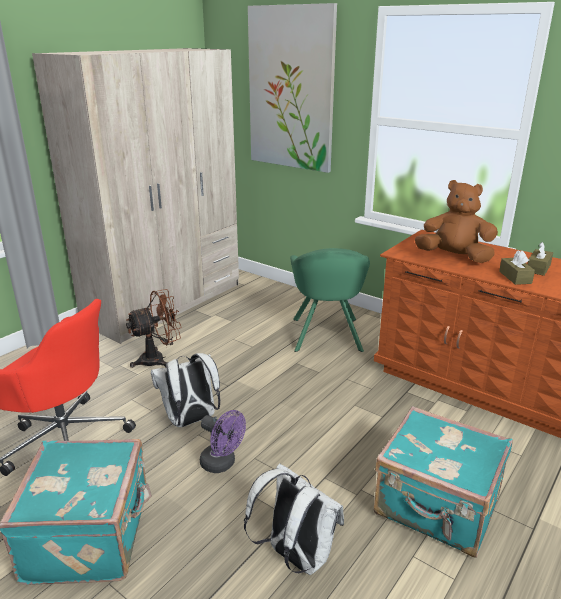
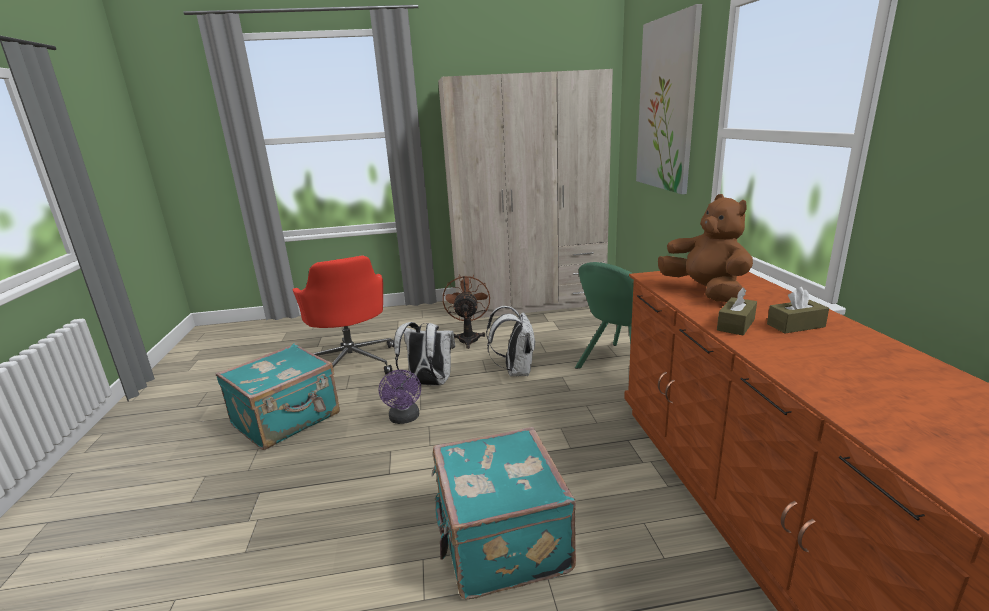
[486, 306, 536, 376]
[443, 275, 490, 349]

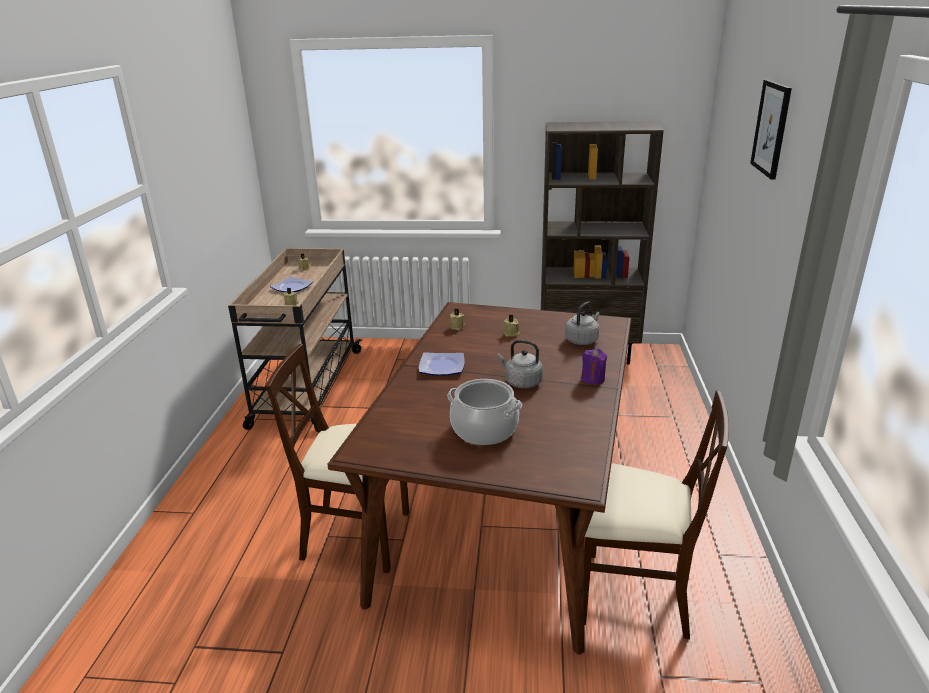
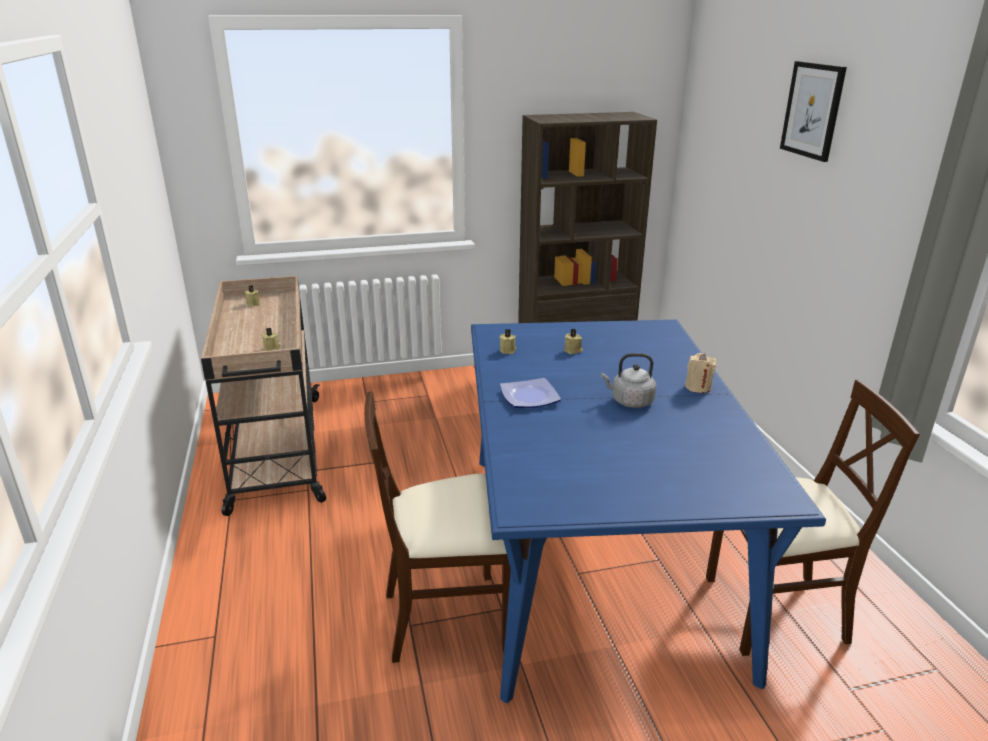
[270, 277, 313, 292] (first image)
[447, 379, 522, 445] (first image)
[565, 302, 600, 345] (first image)
[471, 320, 826, 703]
[685, 353, 716, 393]

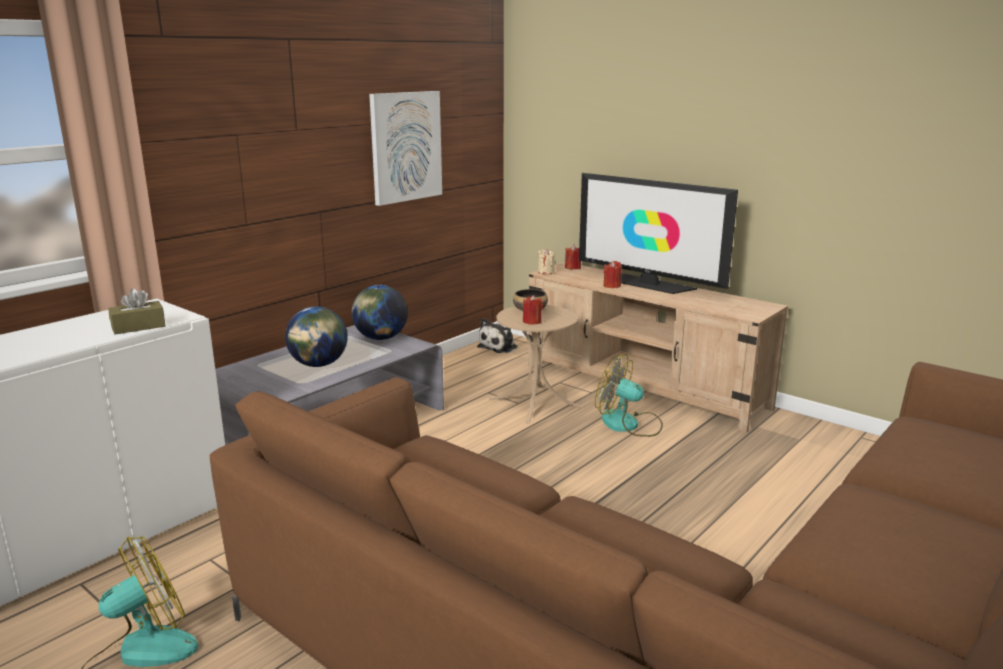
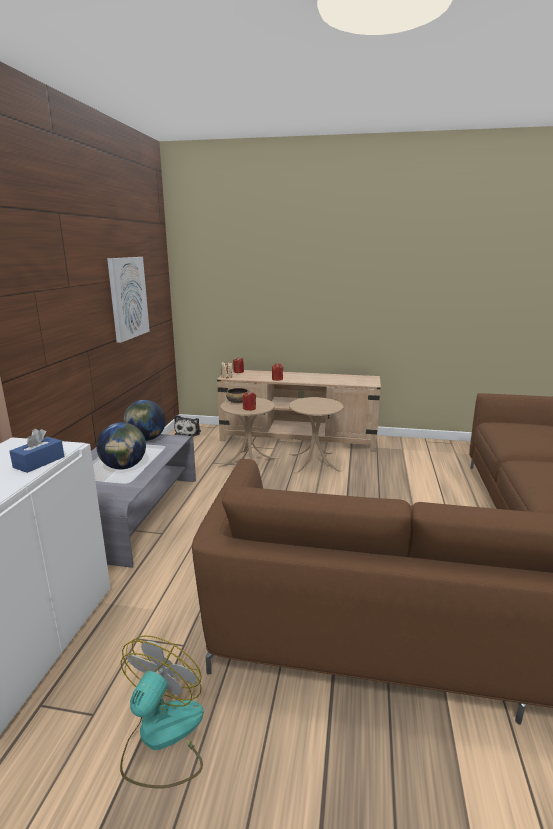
[579, 173, 738, 294] (first image)
[289, 397, 343, 473]
[9, 429, 64, 473]

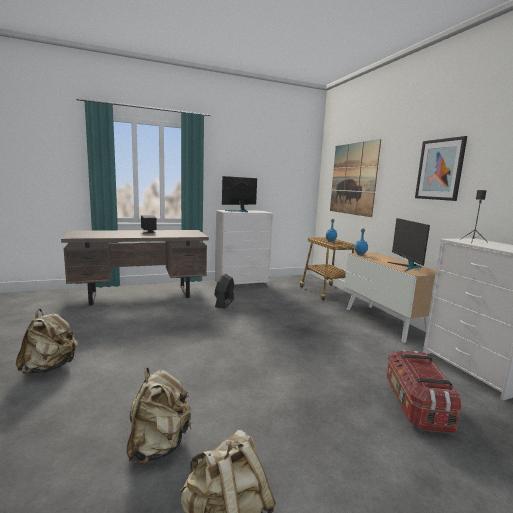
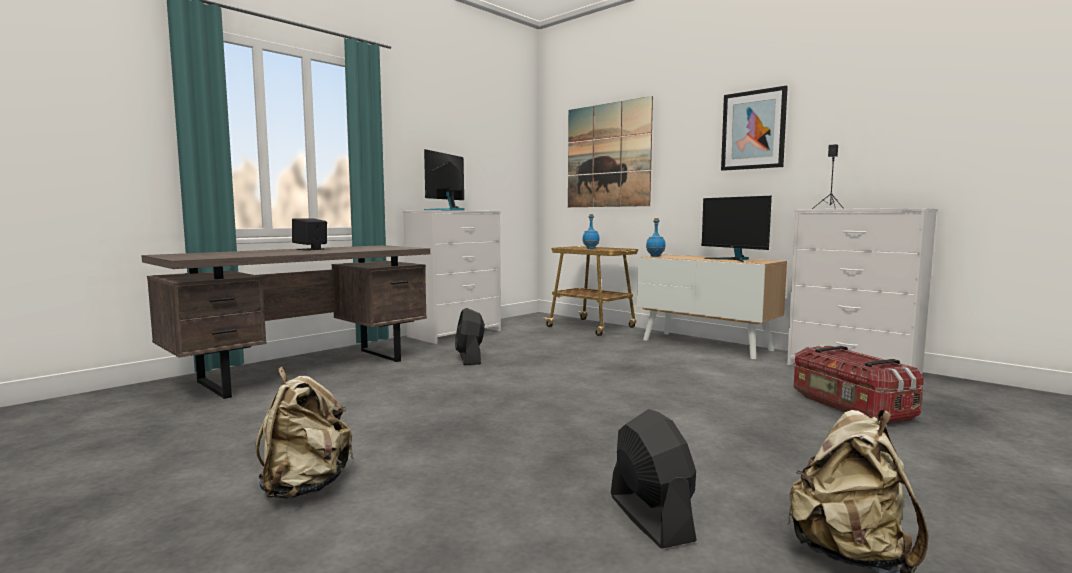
[611, 409, 697, 548]

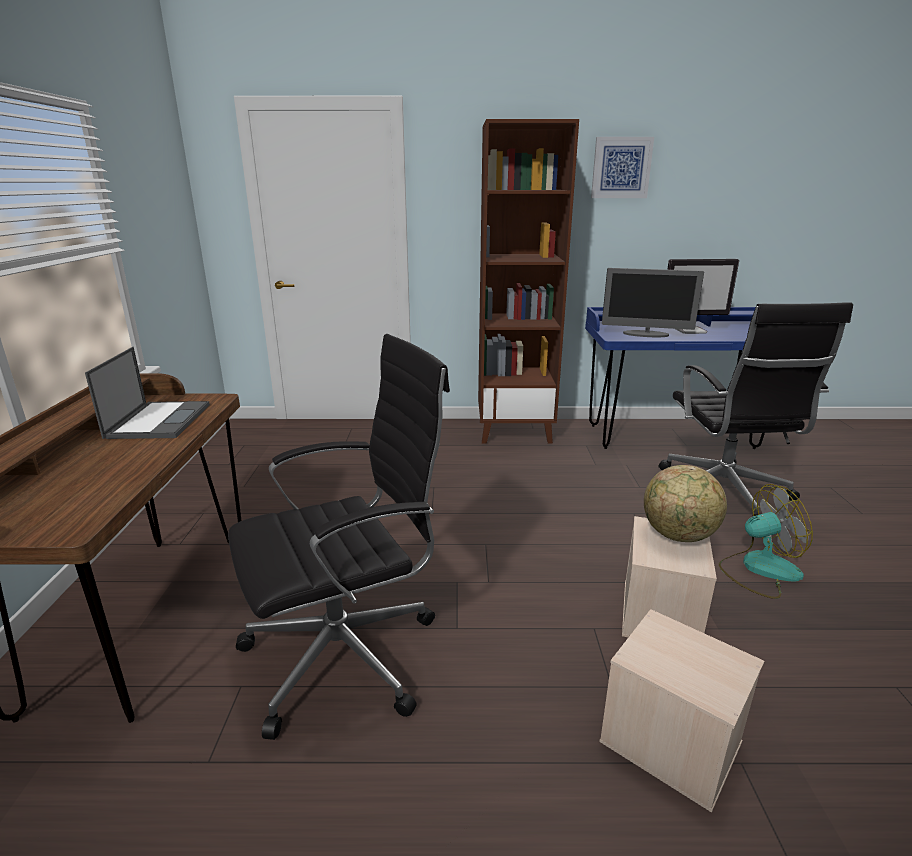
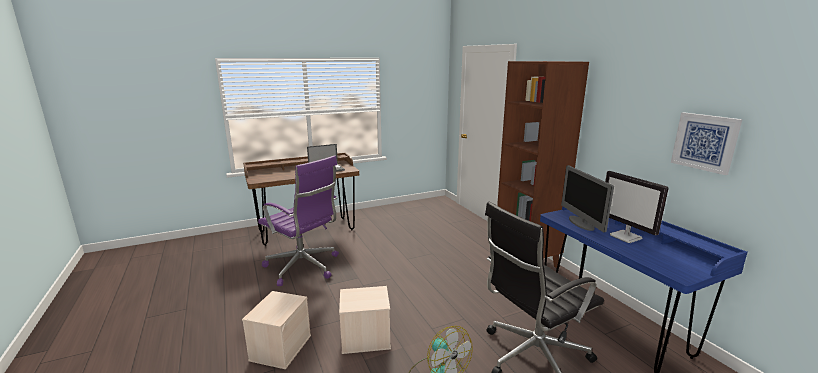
[644, 465, 727, 542] (first image)
[671, 112, 743, 175]
[258, 156, 339, 286]

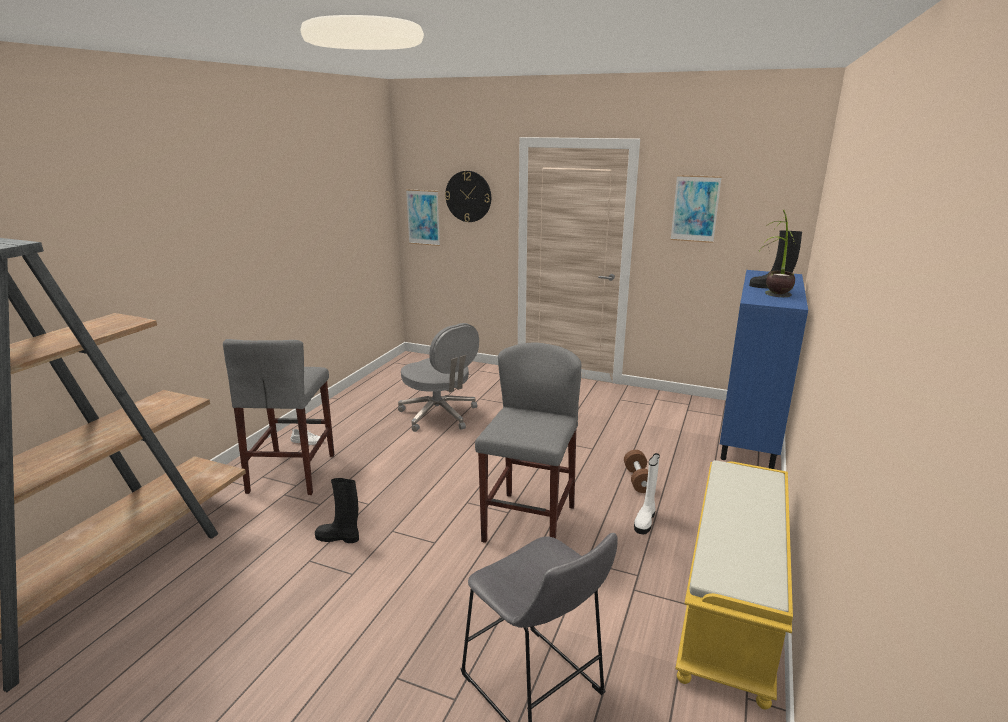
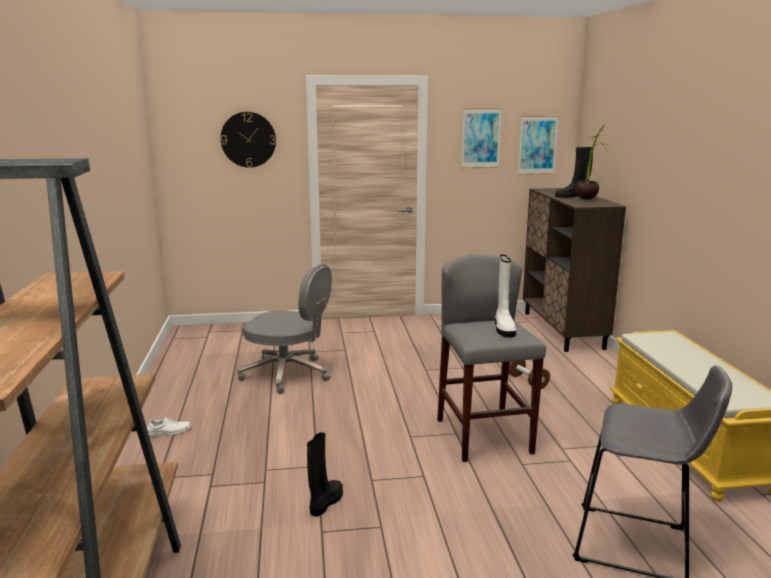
[223, 339, 334, 495] (first image)
[518, 116, 558, 175]
[495, 255, 516, 338]
[523, 188, 626, 352]
[307, 432, 343, 517]

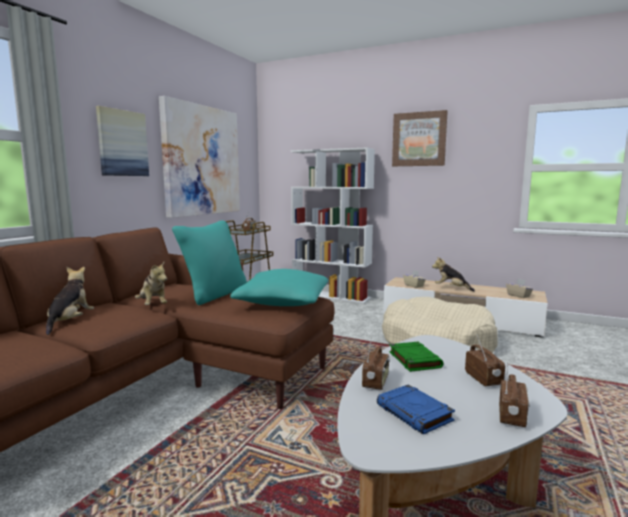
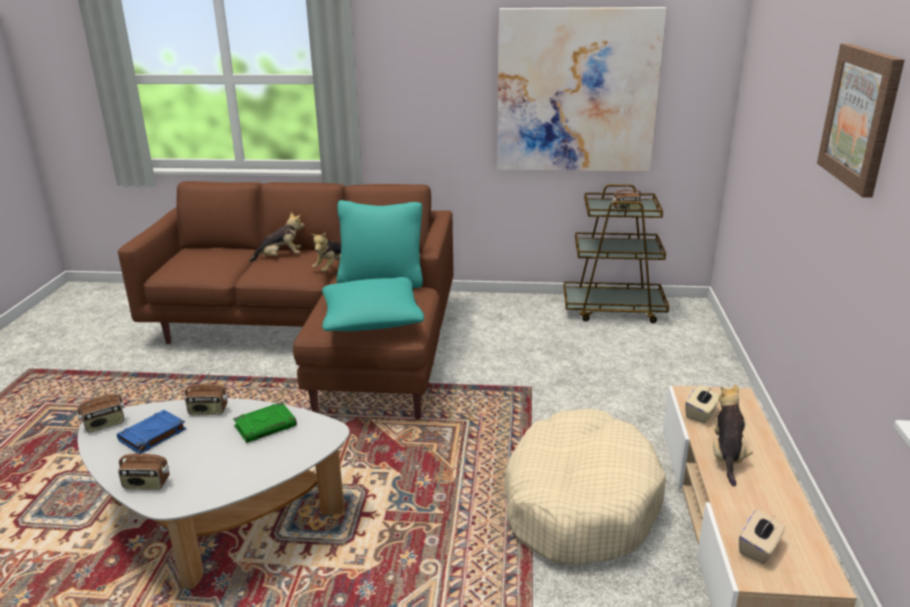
[96, 106, 149, 176] (first image)
[291, 148, 375, 304] (first image)
[77, 383, 125, 433]

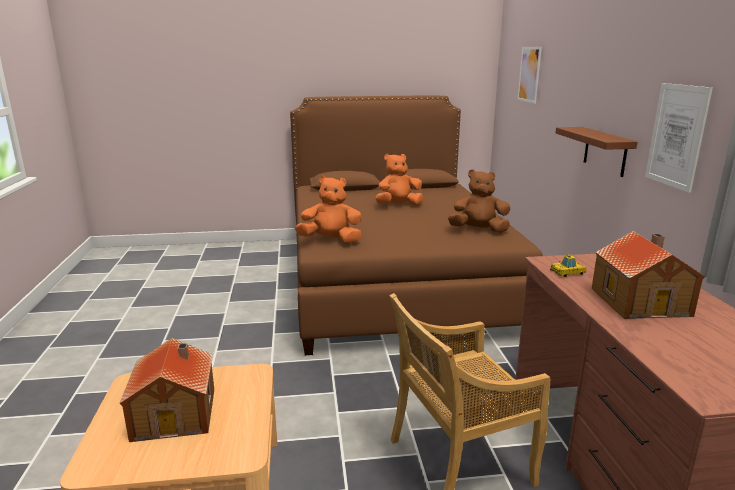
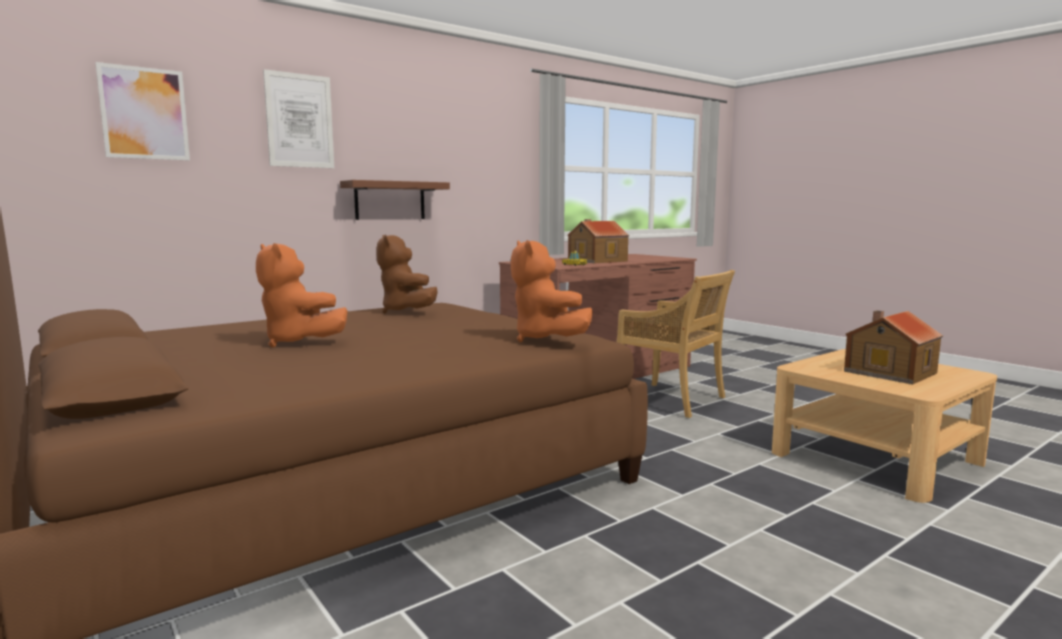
[263, 69, 334, 168]

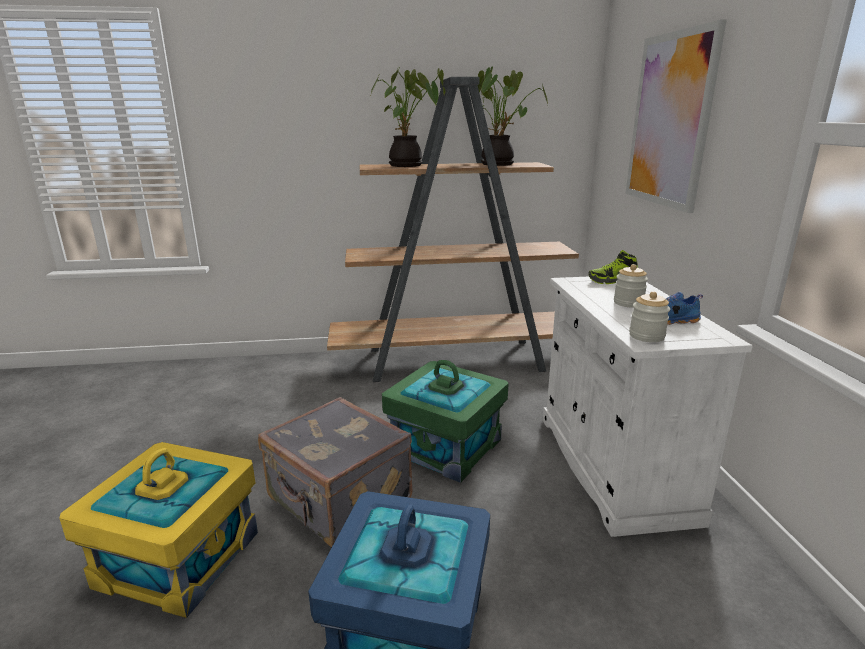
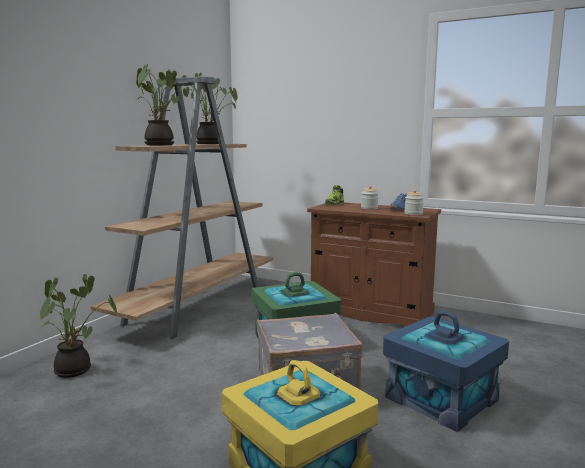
[626, 19, 727, 213] (first image)
[40, 274, 117, 378]
[307, 203, 441, 326]

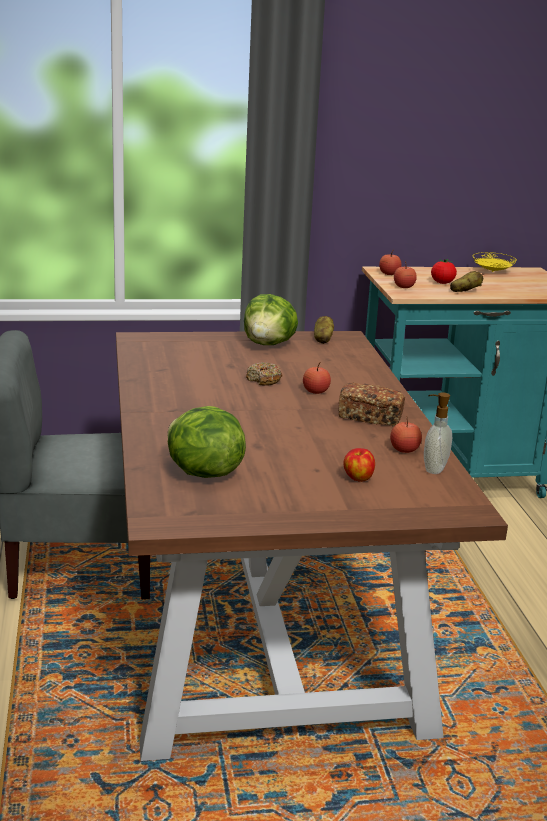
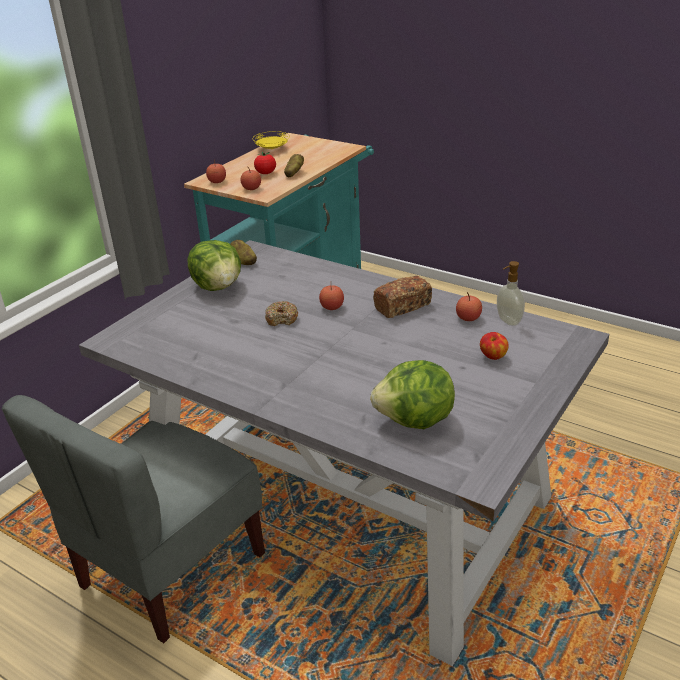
[79, 240, 609, 666]

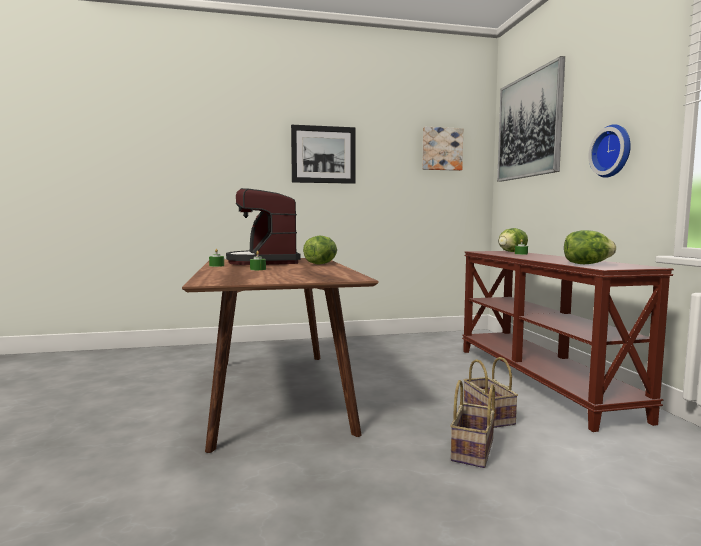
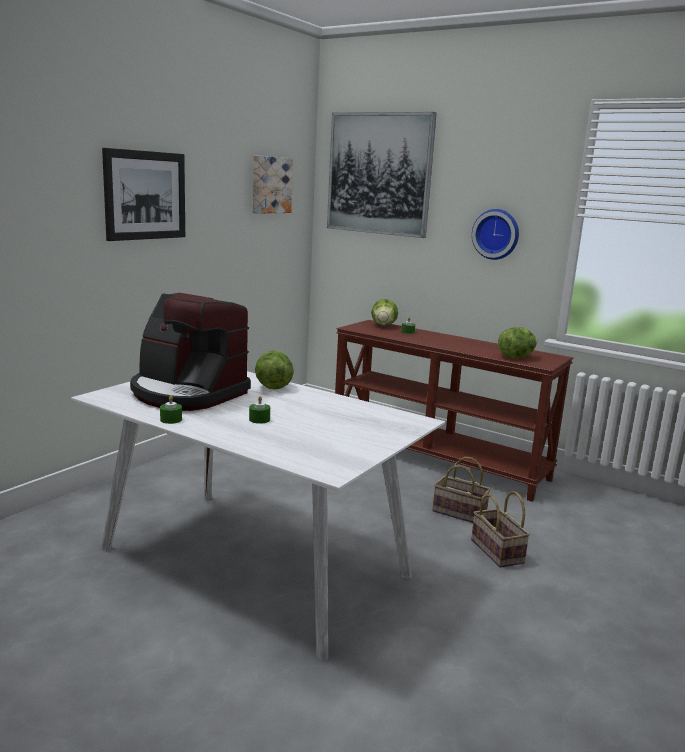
[71, 371, 445, 661]

